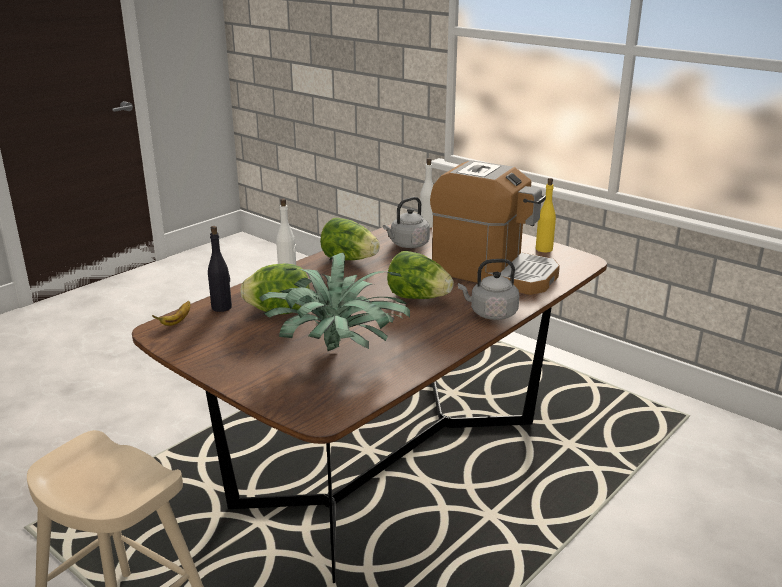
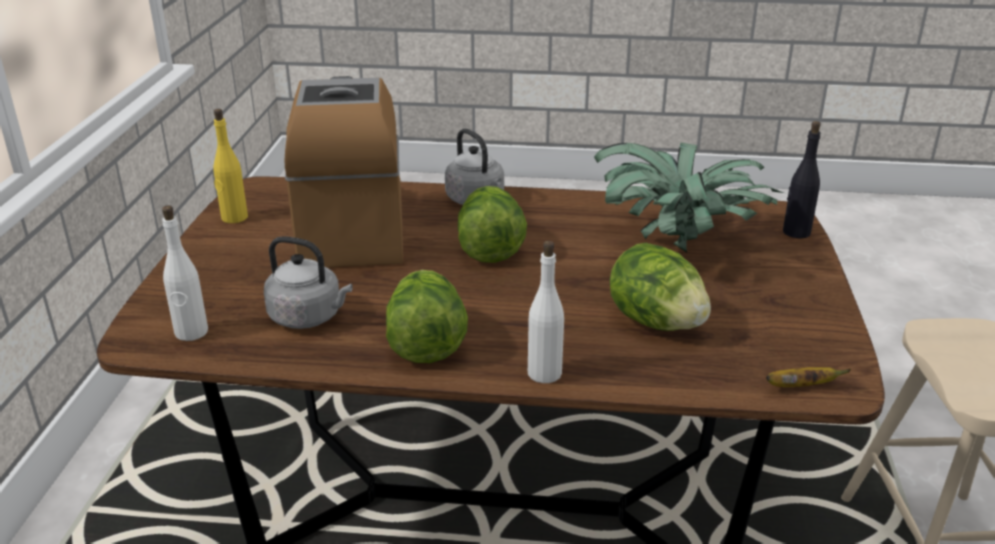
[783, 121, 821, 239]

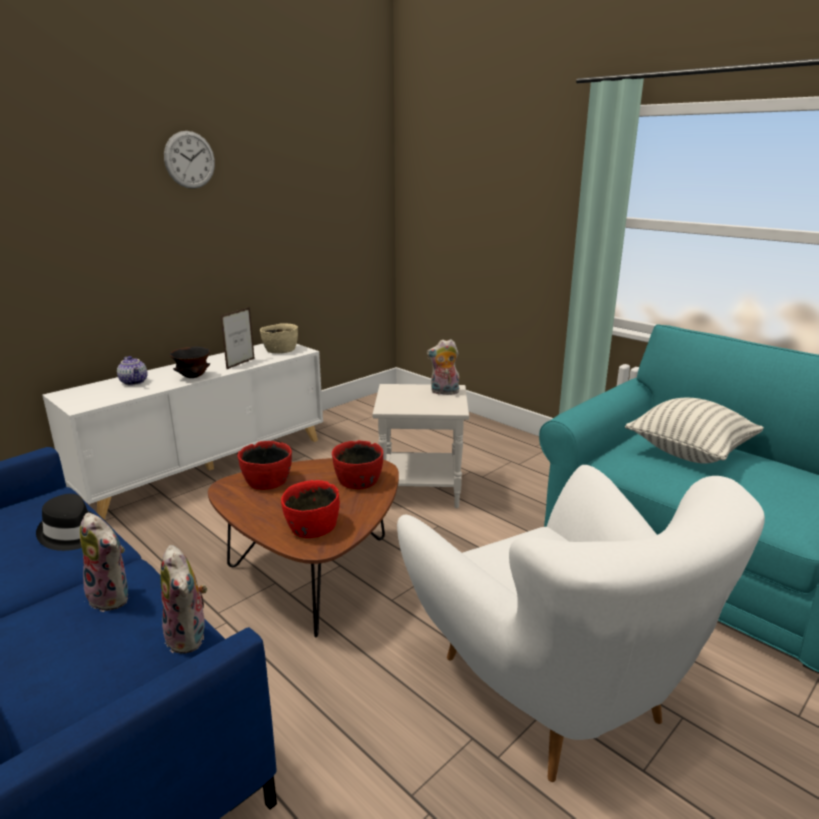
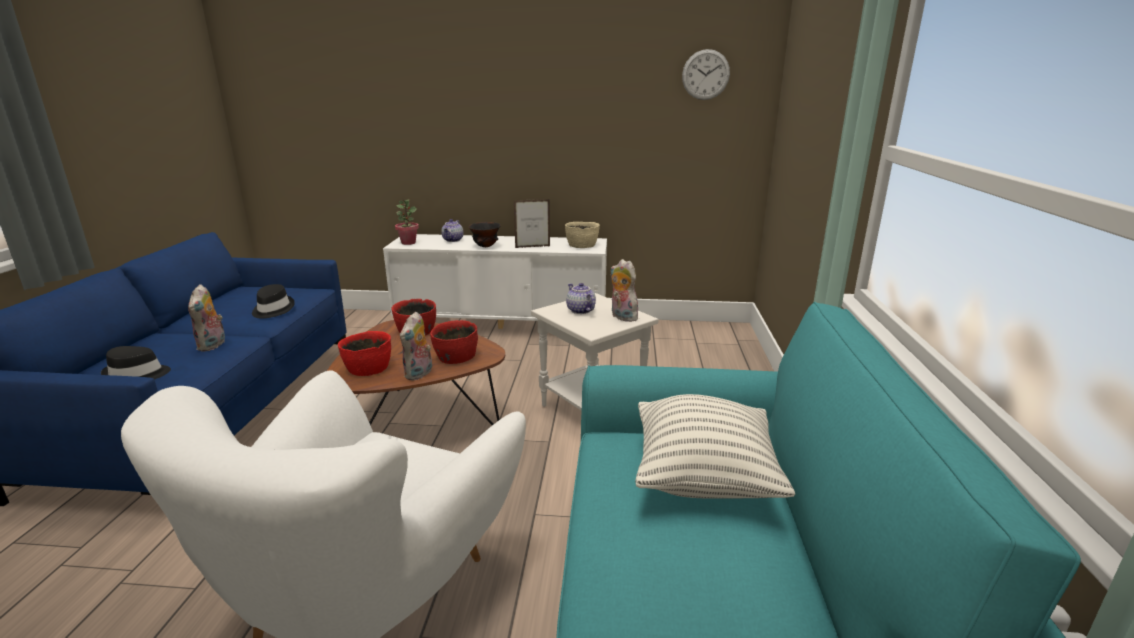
[101, 346, 171, 380]
[395, 199, 419, 245]
[566, 283, 596, 314]
[400, 312, 432, 381]
[682, 49, 730, 100]

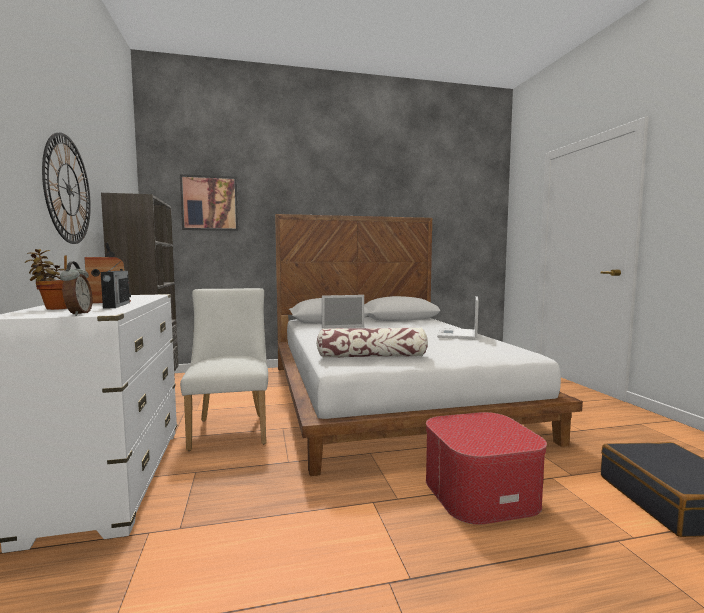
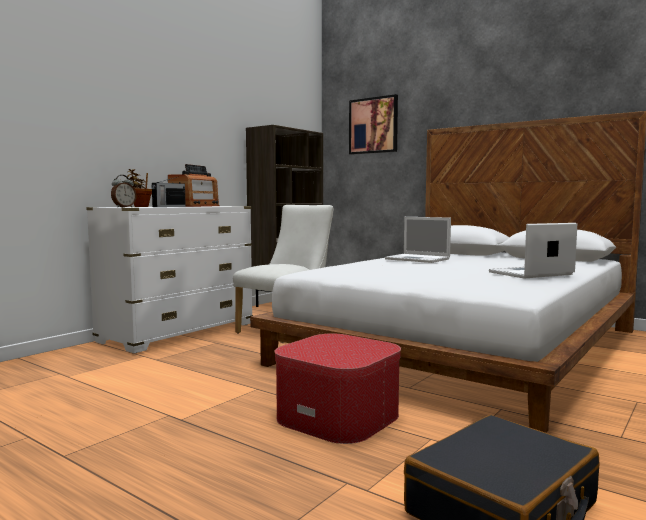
[42, 132, 91, 244] (first image)
[316, 327, 428, 358] (first image)

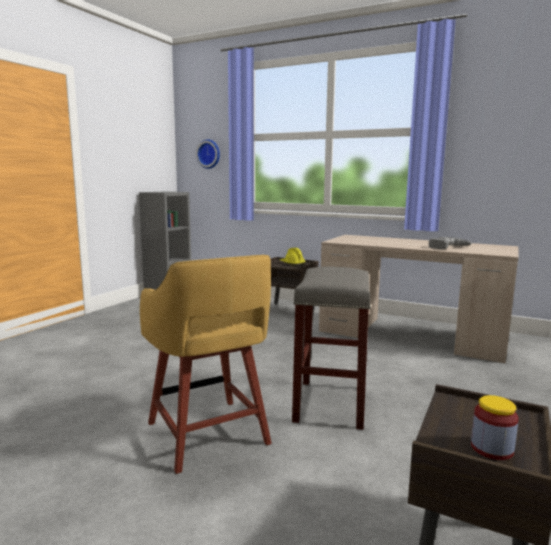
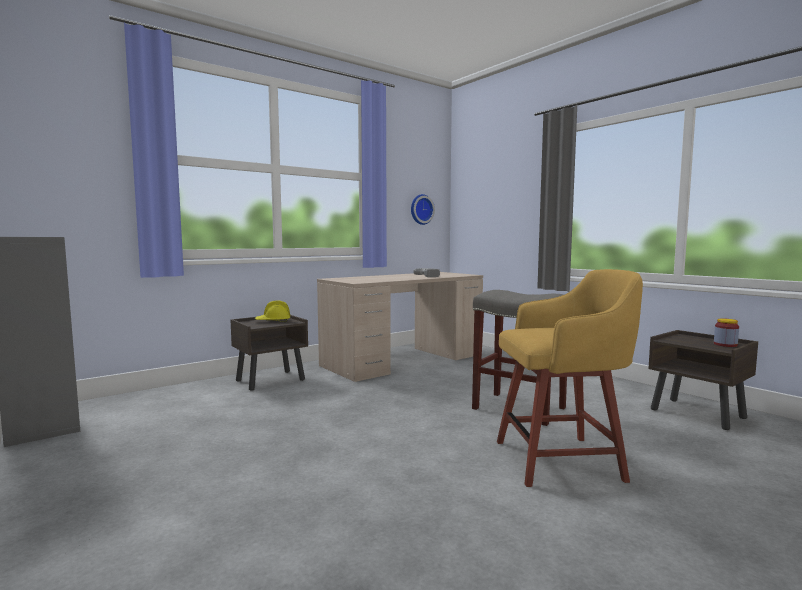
[411, 194, 435, 225]

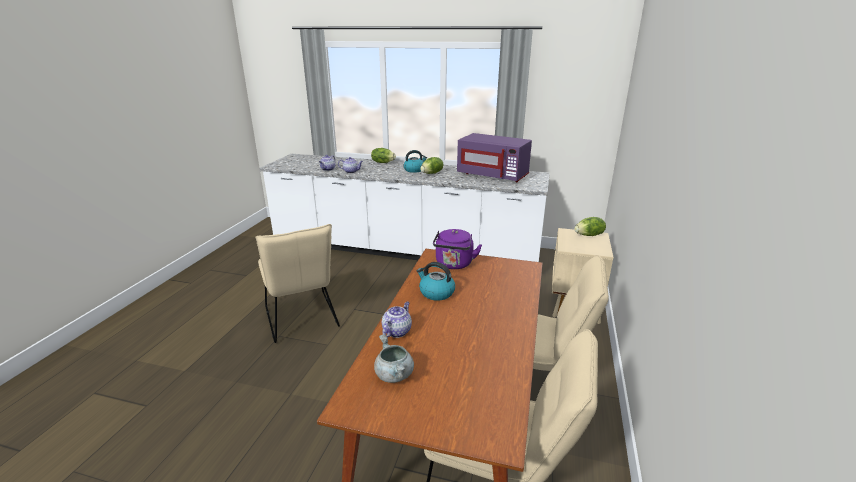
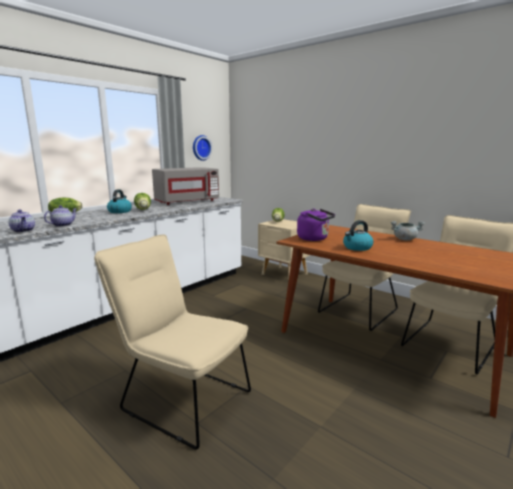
[382, 302, 412, 338] (first image)
[193, 135, 212, 161]
[391, 221, 425, 240]
[152, 167, 219, 205]
[94, 234, 251, 450]

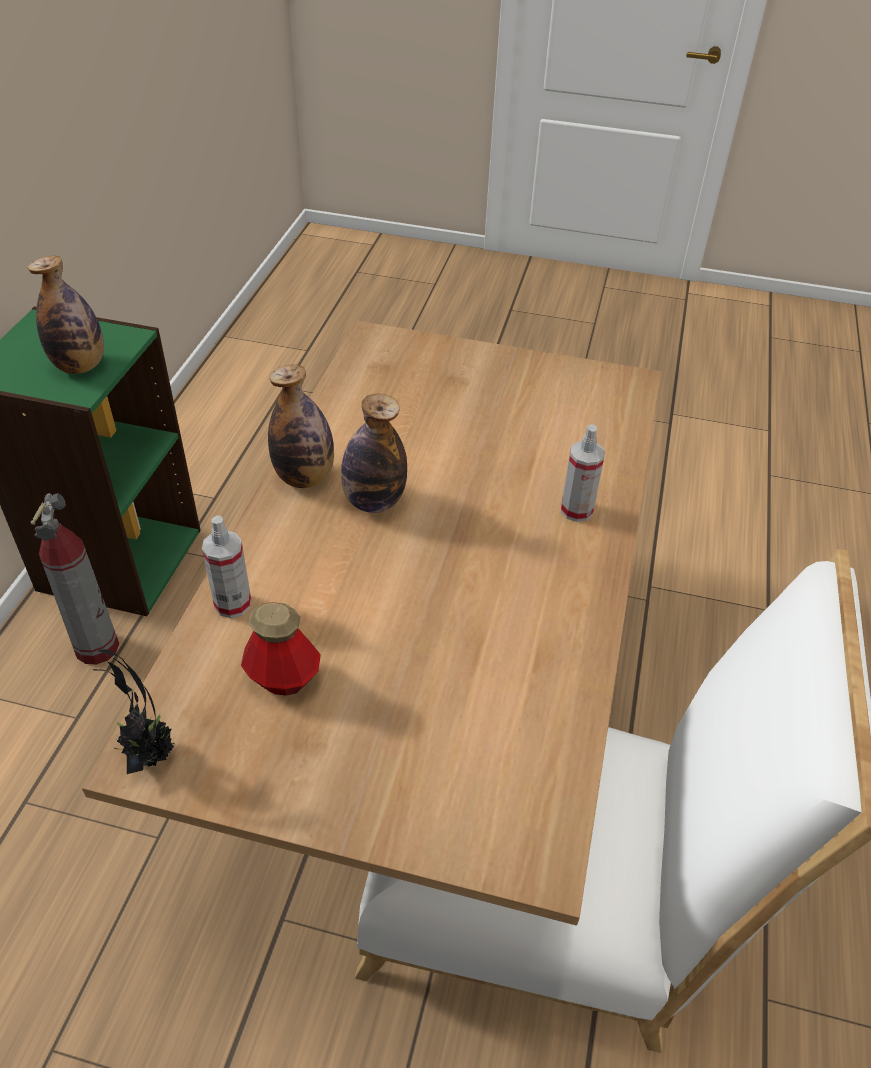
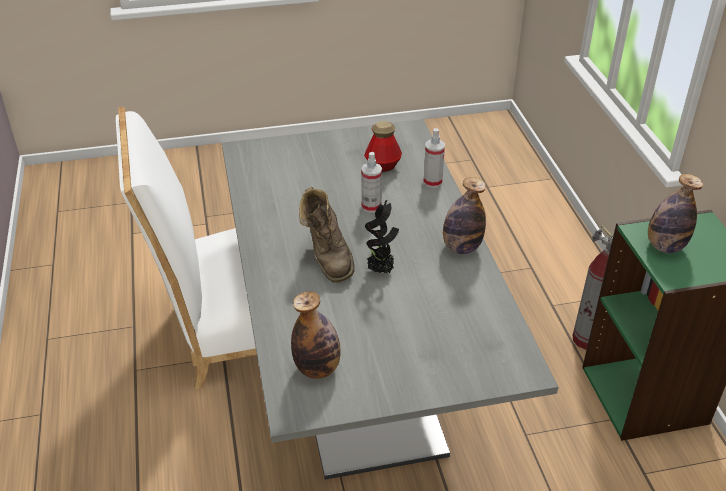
[299, 187, 355, 282]
[365, 200, 399, 273]
[291, 291, 340, 379]
[361, 152, 382, 213]
[222, 119, 558, 480]

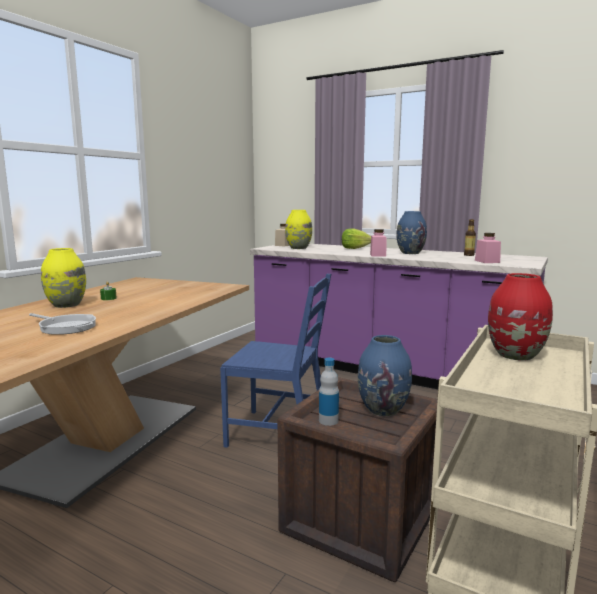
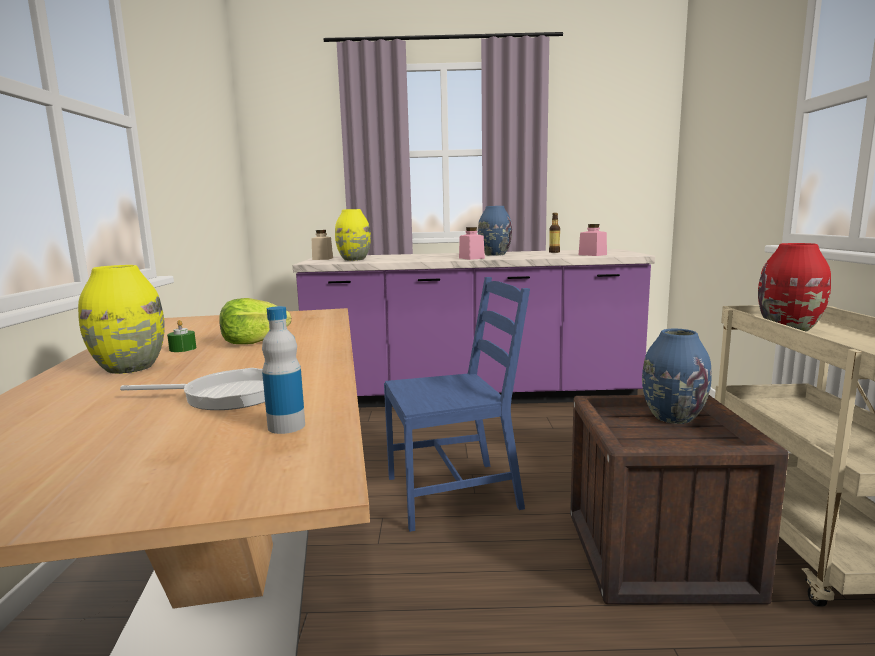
[262, 306, 305, 434]
[219, 298, 291, 344]

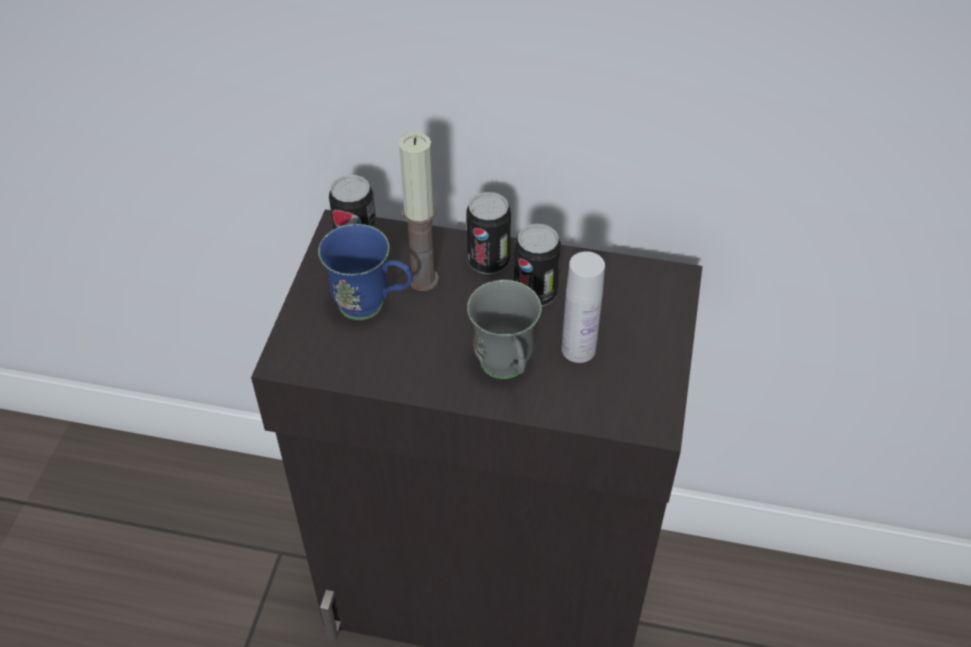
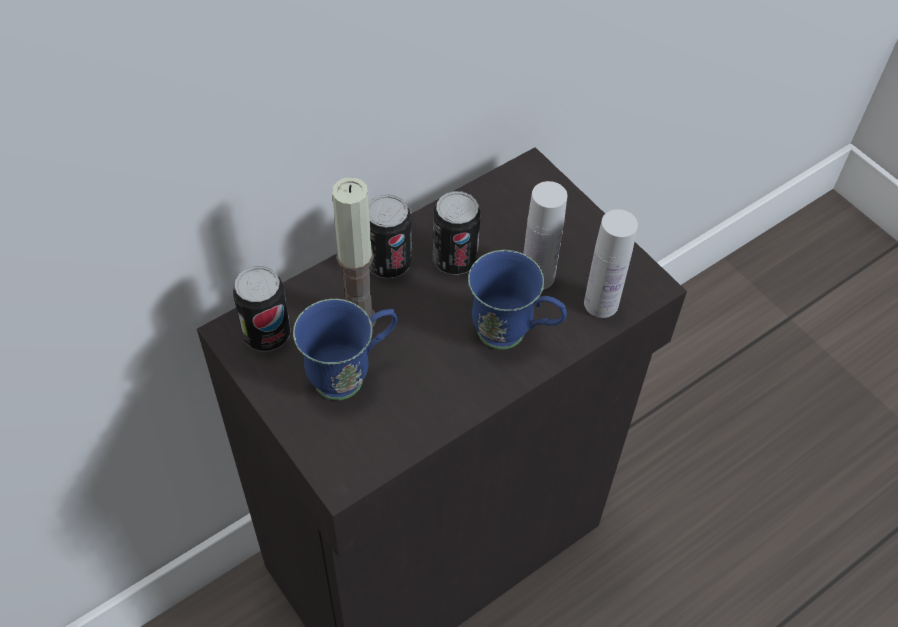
[584, 209, 638, 318]
[468, 250, 567, 349]

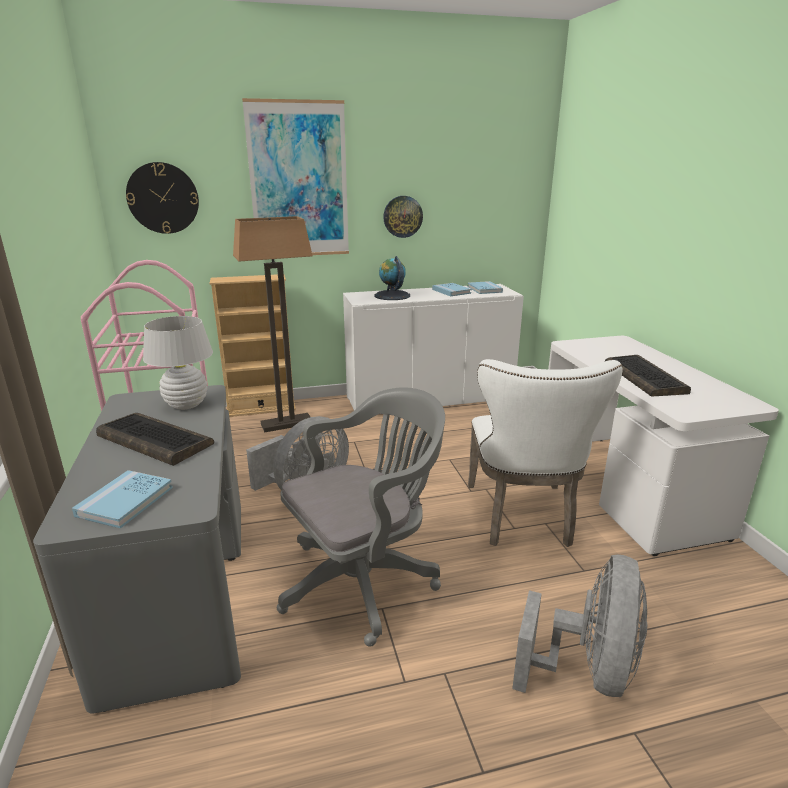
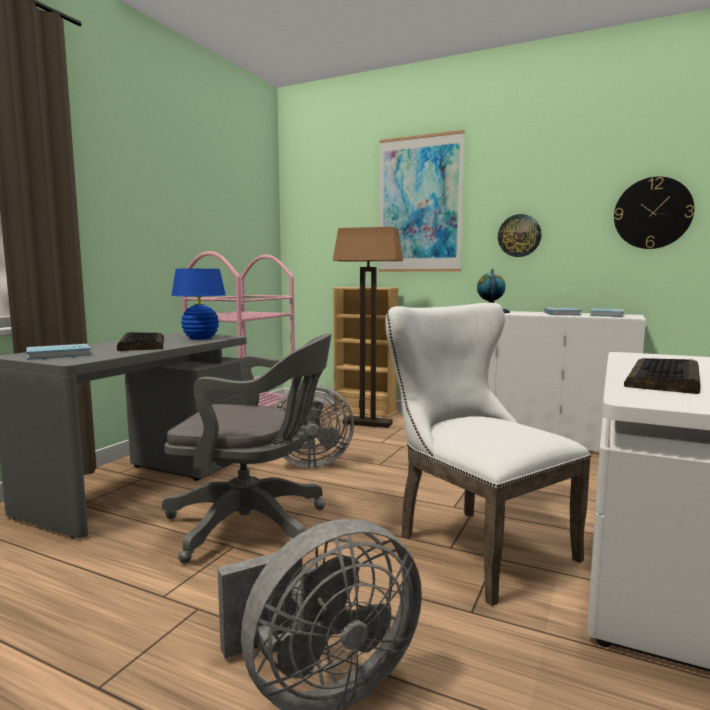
[614, 177, 694, 249]
[171, 269, 226, 340]
[386, 303, 591, 606]

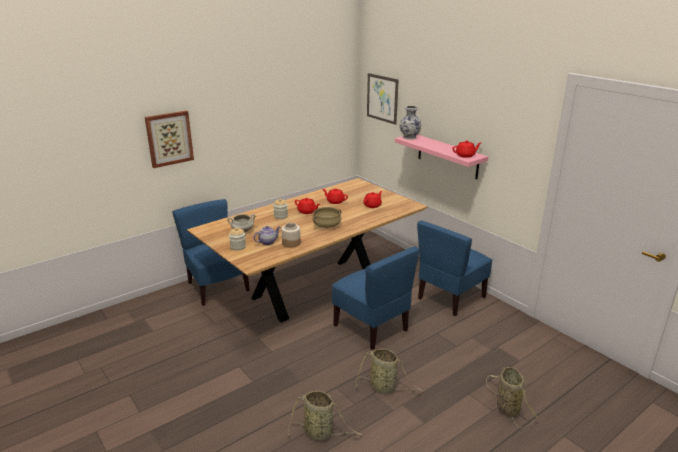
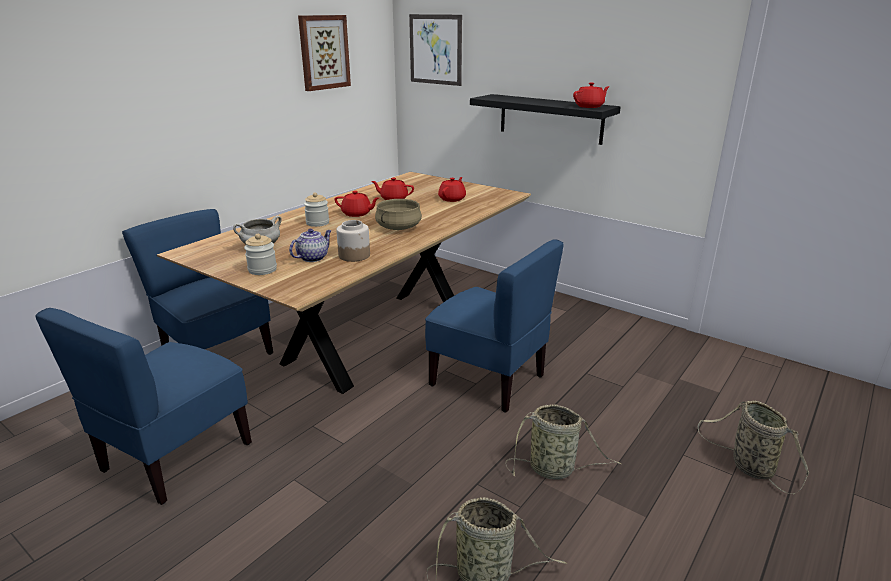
[399, 106, 421, 140] (first image)
[298, 15, 351, 91]
[35, 308, 252, 505]
[470, 94, 621, 145]

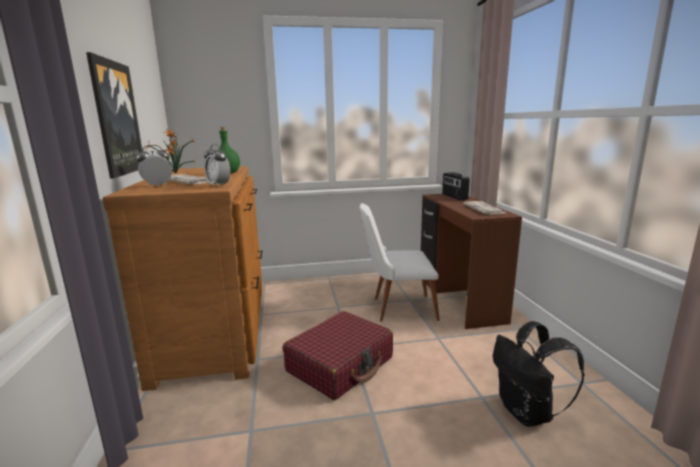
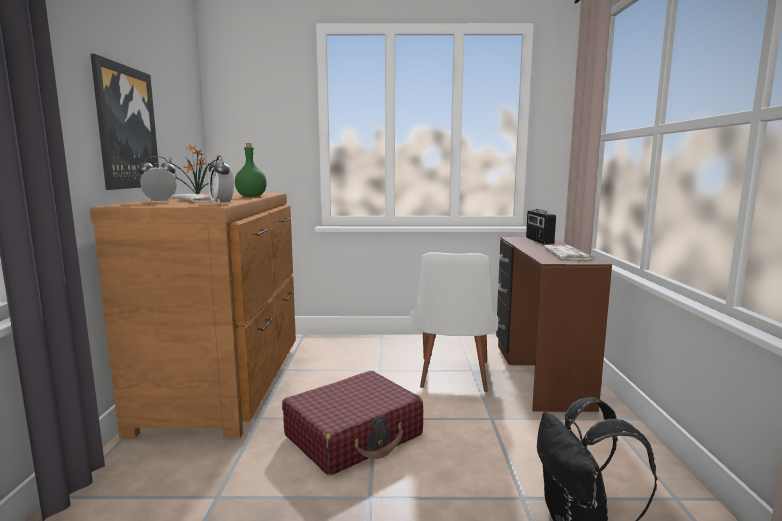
[410, 252, 498, 392]

